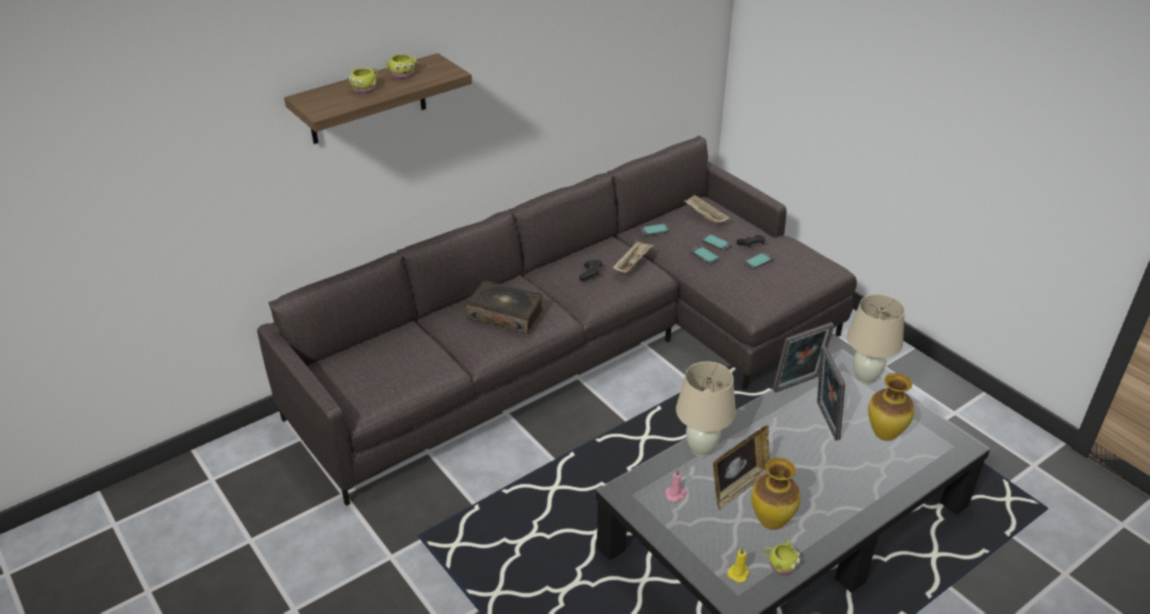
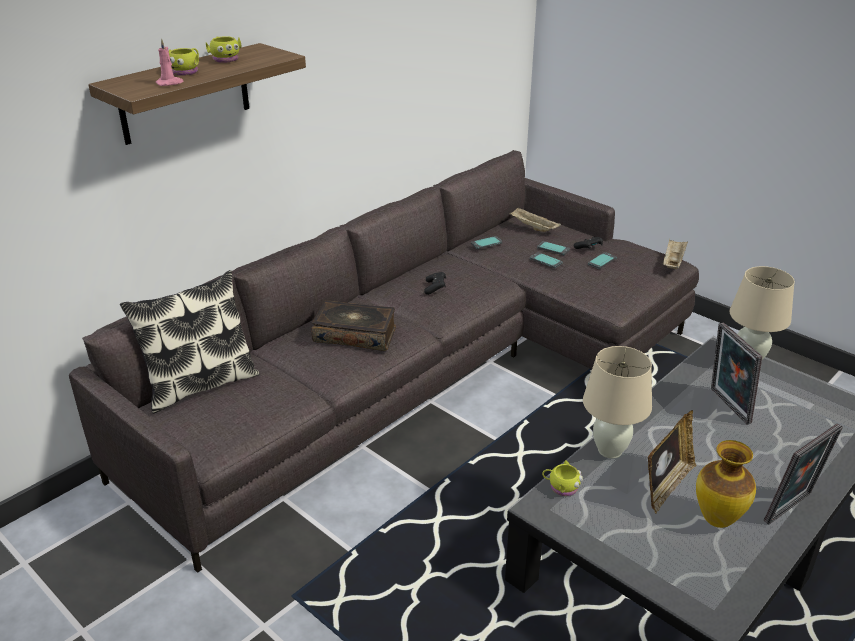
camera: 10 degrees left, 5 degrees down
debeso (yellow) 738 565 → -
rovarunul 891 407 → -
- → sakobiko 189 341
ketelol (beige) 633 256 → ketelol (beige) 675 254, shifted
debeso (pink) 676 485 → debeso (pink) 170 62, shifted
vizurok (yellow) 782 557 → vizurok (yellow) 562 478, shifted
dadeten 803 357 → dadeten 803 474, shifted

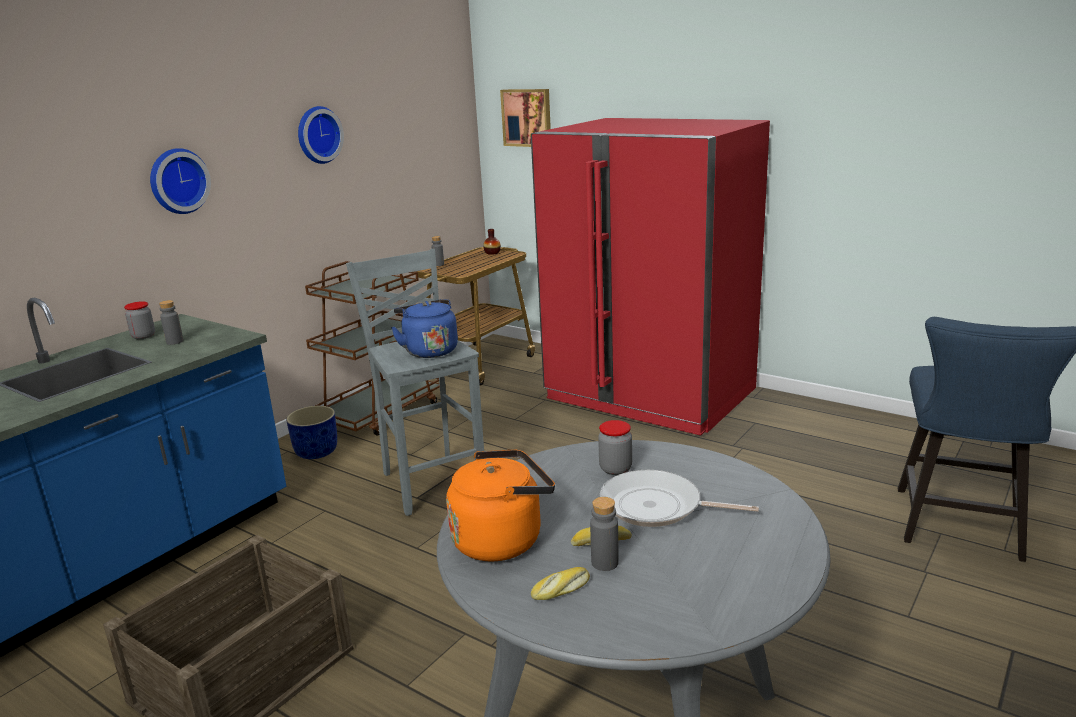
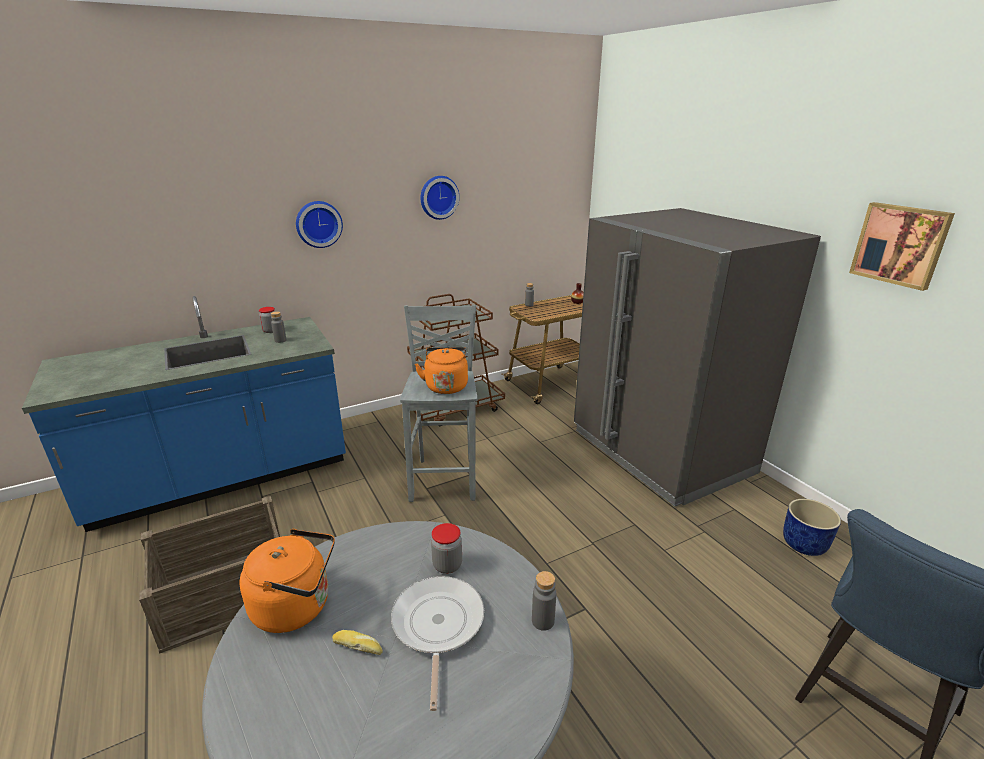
camera: 25 degrees right, 5 degrees up
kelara 560 583 → -
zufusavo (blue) 311 432 → zufusavo (blue) 812 527, shifted
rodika 525 118 → rodika 902 246, shifted
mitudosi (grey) 604 534 → mitudosi (grey) 544 601, shifted
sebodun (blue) 424 328 → sebodun (orange) 441 370
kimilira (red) 650 277 → kimilira (grey) 697 357
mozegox 679 498 → mozegox 437 643, 45 degrees clockwise

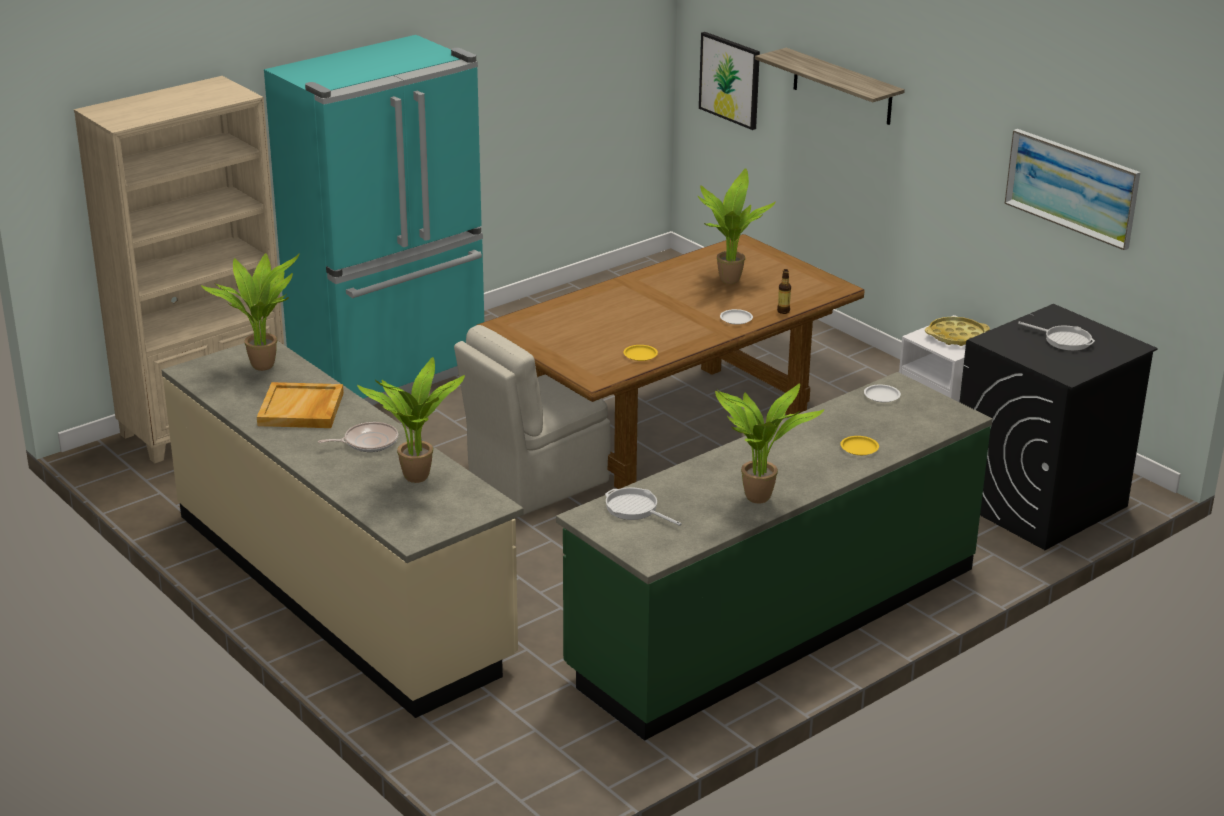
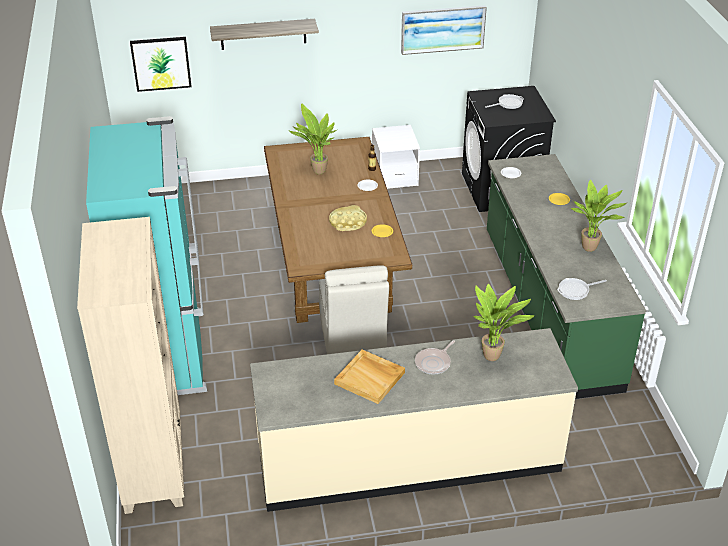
camera: 60 degrees left, 10 degrees up
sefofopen 250 312 → -
ketelol (yellow) 957 331 → ketelol (yellow) 348 218, shifted
mozegox 358 437 → mozegox 435 357, 150 degrees counterclockwise

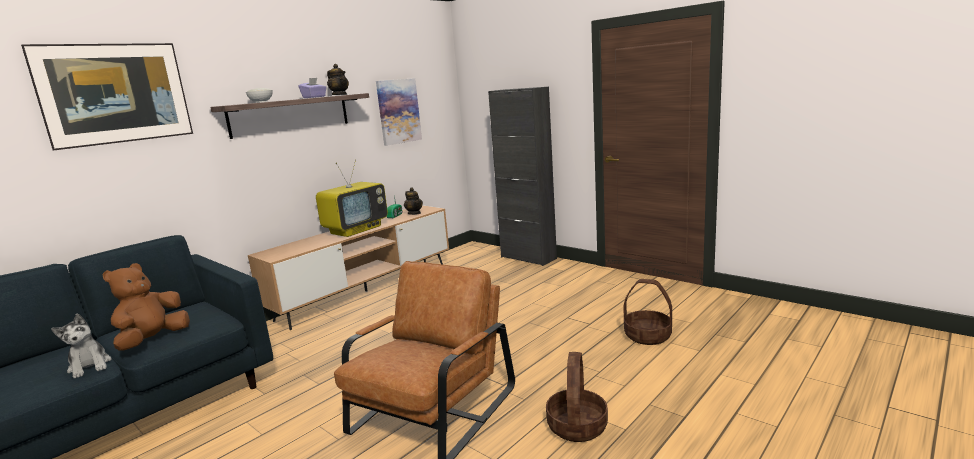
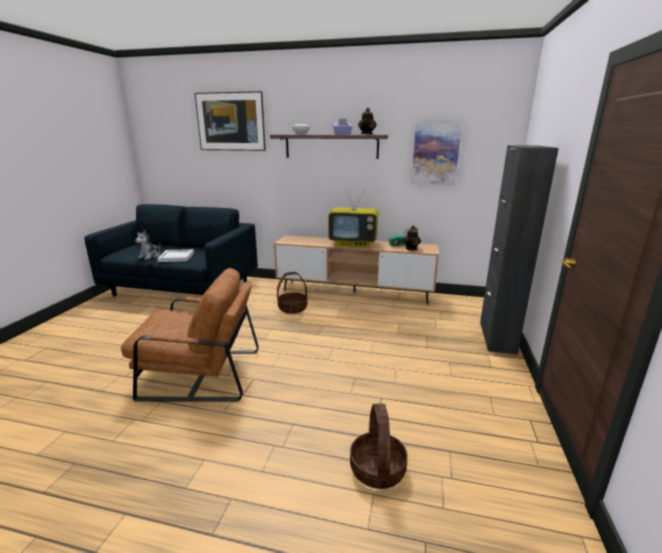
camera: 60 degrees right, 5 degrees up
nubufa 577 397 → nubufa 292 293, shifted
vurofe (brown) 146 307 → ketelol (white) 175 255

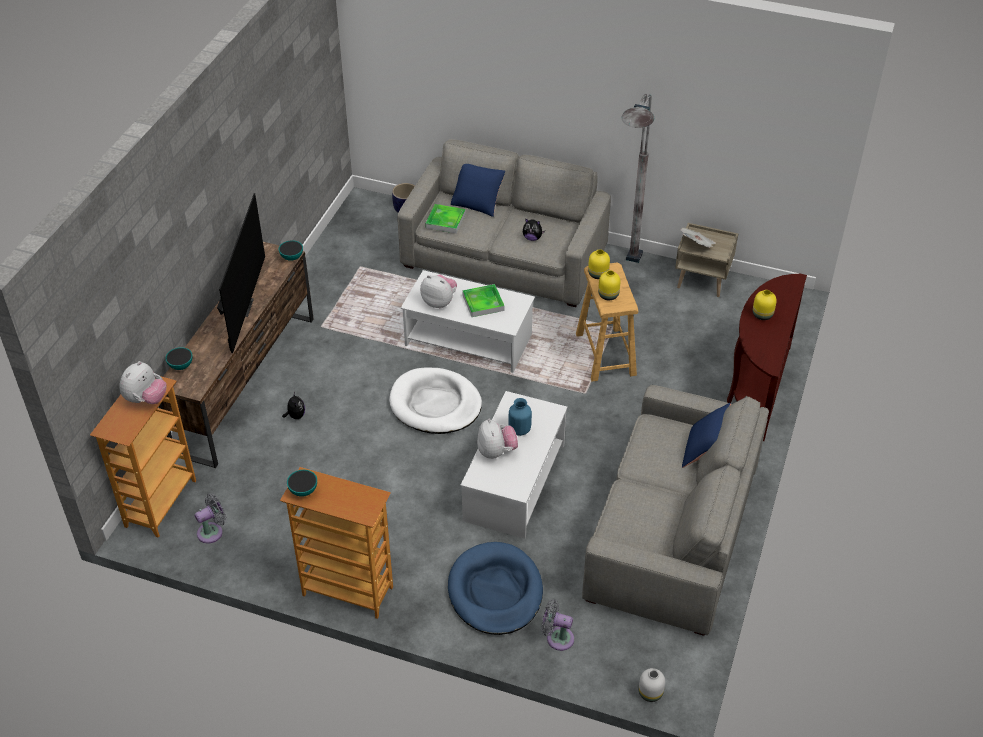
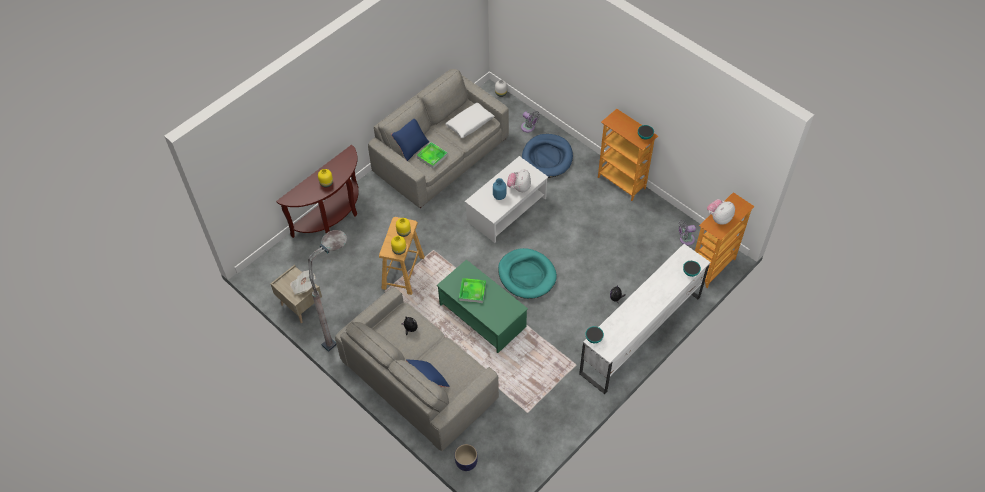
camera: 155 degrees left, 10 degrees up
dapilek 241 273 → -
vurofe 438 291 → -
- → sakobiko (white) 469 120
ketelol 445 219 → ketelol 432 155, shifted
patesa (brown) 236 355 → patesa (white) 644 319
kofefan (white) 435 401 → kofefan (turquoise) 527 273
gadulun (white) 468 321 → gadulun (green) 482 306

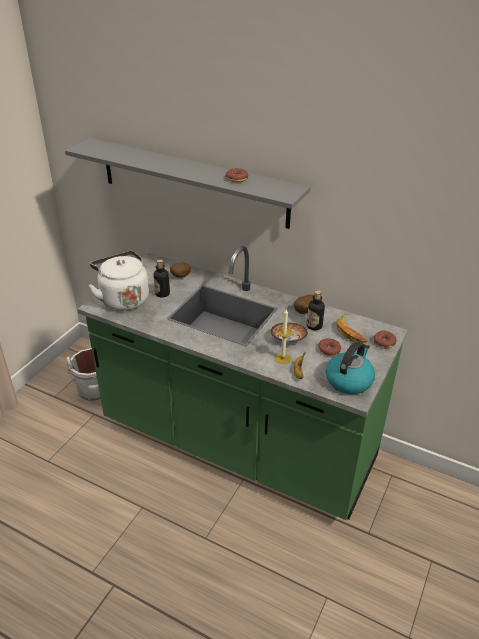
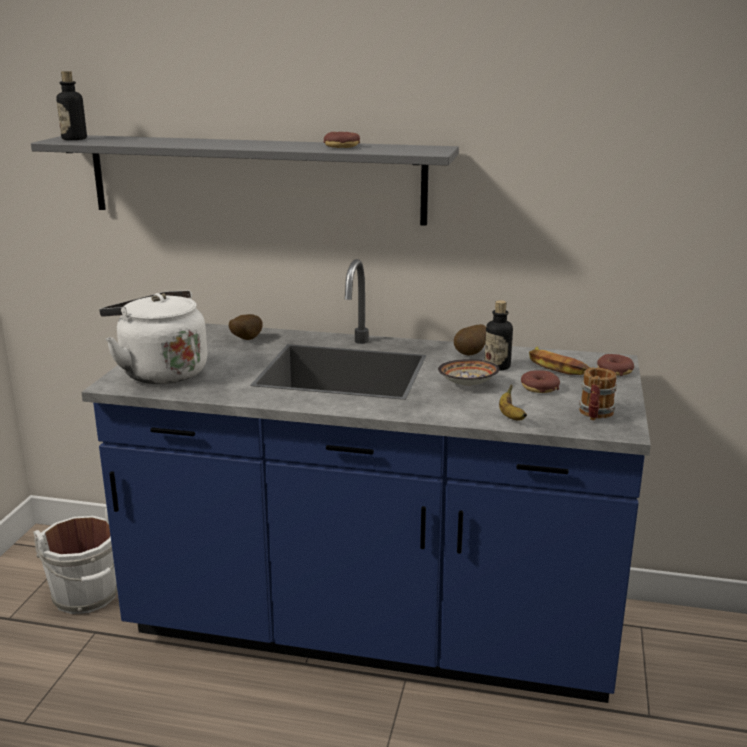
camera: 15 degrees left, 15 degrees down
debeso 283 336 → -
mitudosi 161 278 → mitudosi 71 105, shifted
sebodun 350 367 → vizurok 598 394
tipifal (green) 242 383 → tipifal (blue) 366 481

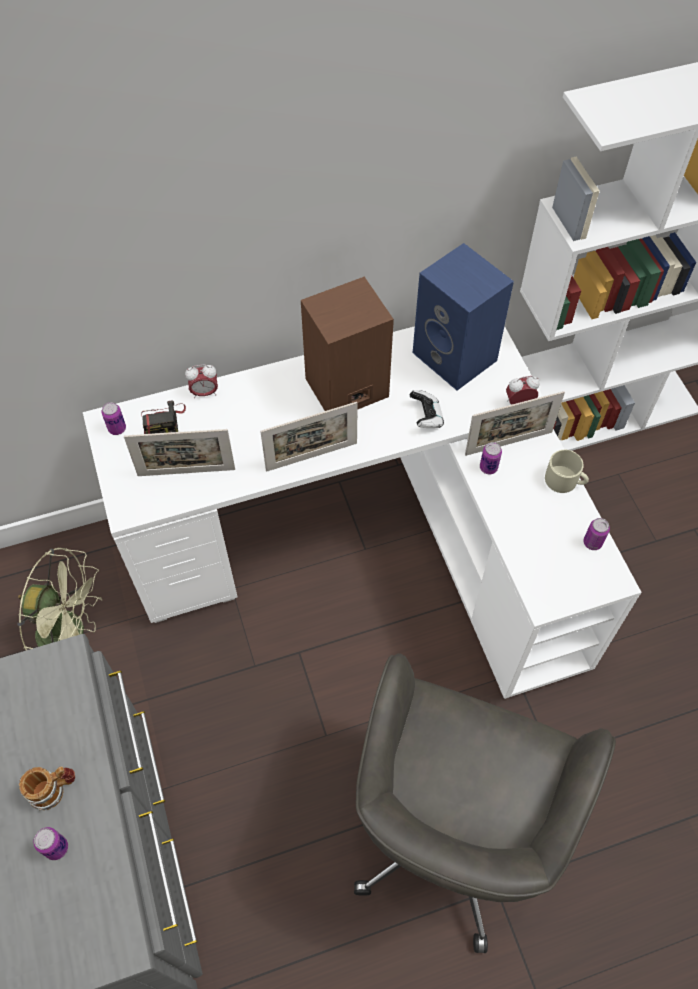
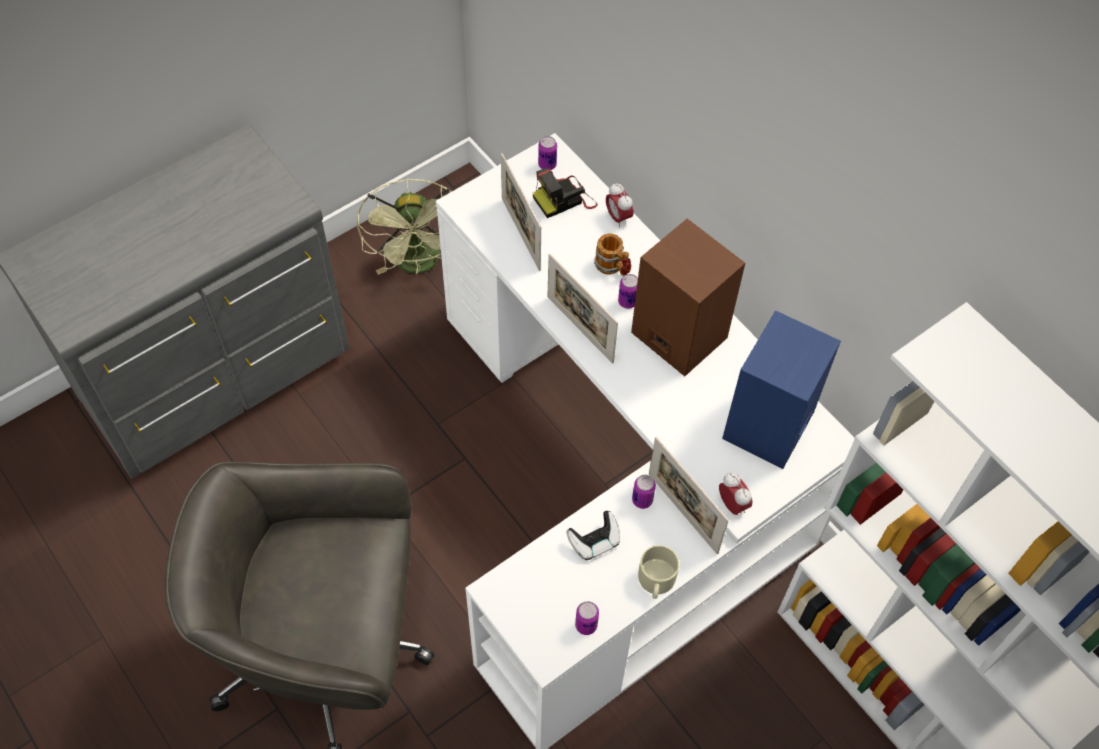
camera: 70 degrees right, 0 degrees up
vizurok 47 788 → vizurok 613 254, shifted
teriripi 50 843 → teriripi 628 291, shifted
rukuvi 427 409 → rukuvi 593 535, shifted

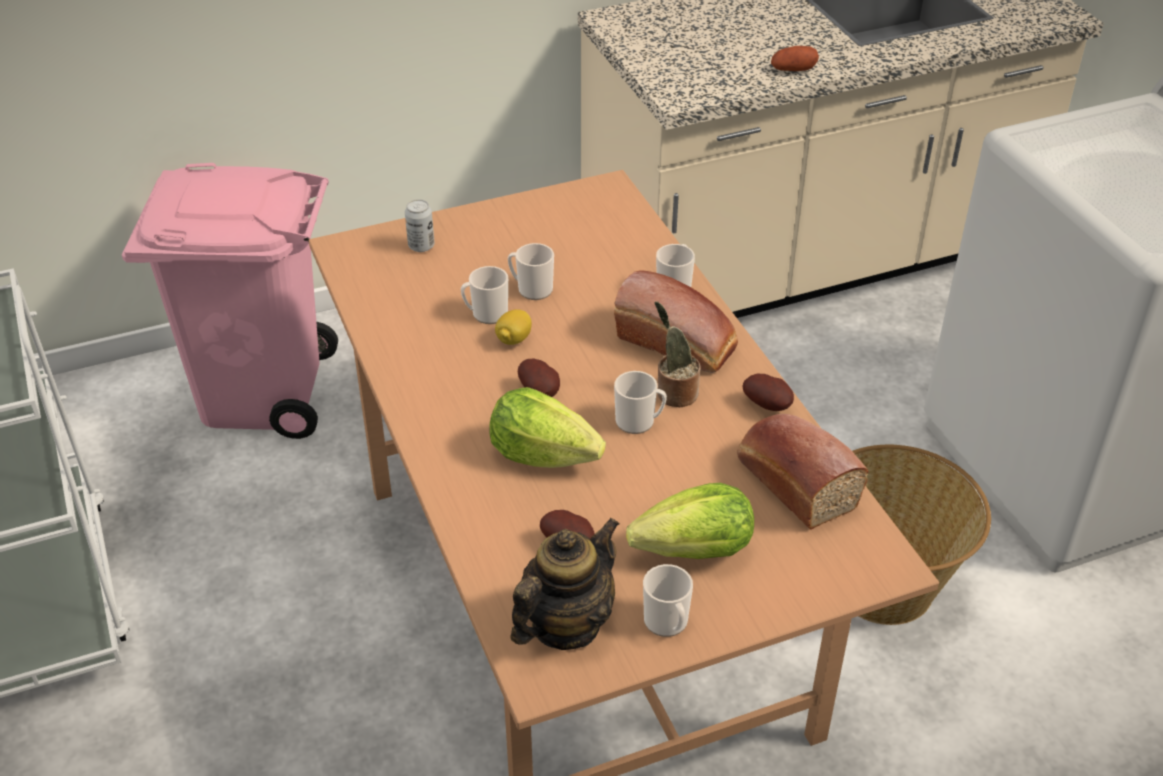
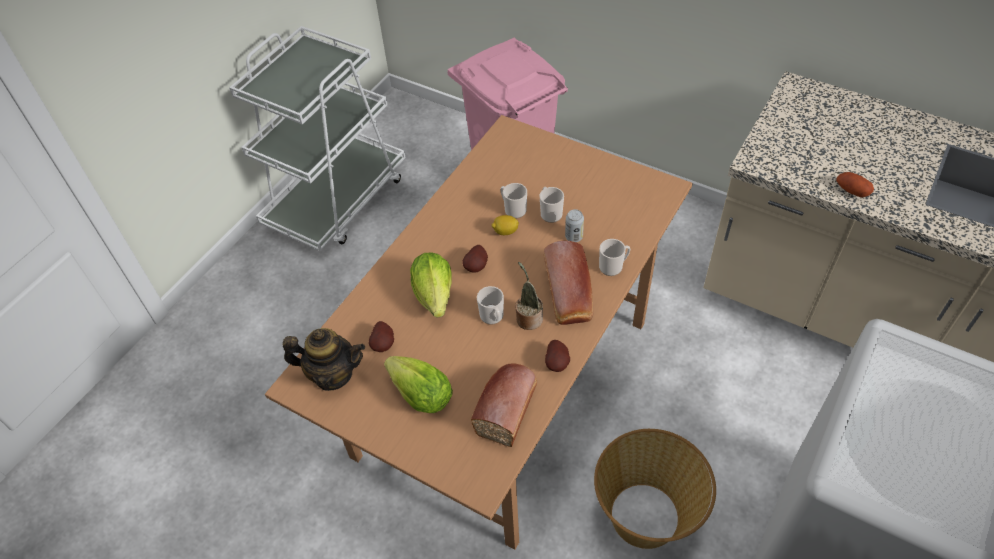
camera: 55 degrees right, 10 degrees up
vizurok 668 600 → -
teriripi 419 225 → teriripi 574 225, shifted

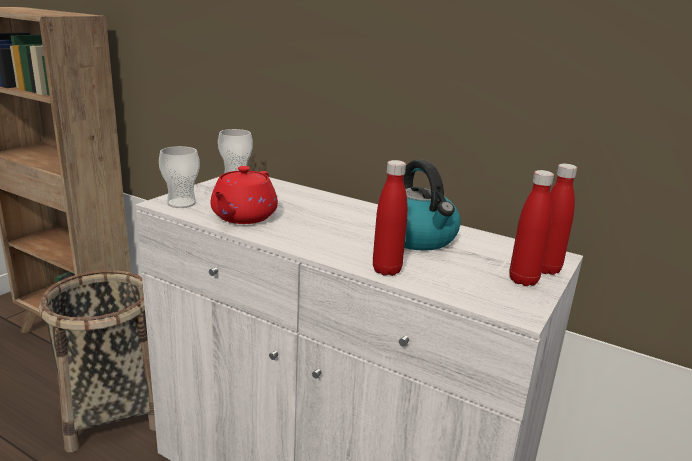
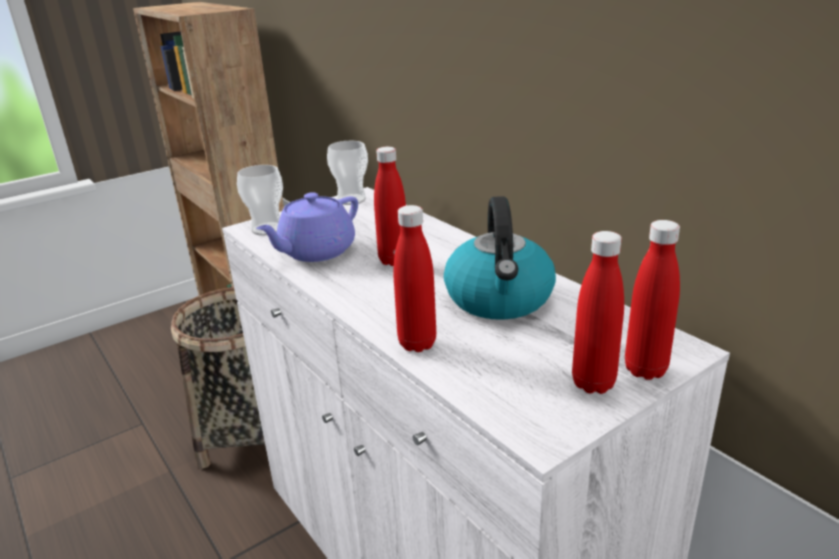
camera: 25 degrees right, 5 degrees up
- → mitudosi (red) 390 206
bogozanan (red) 244 195 → bogozanan (purple) 307 227

